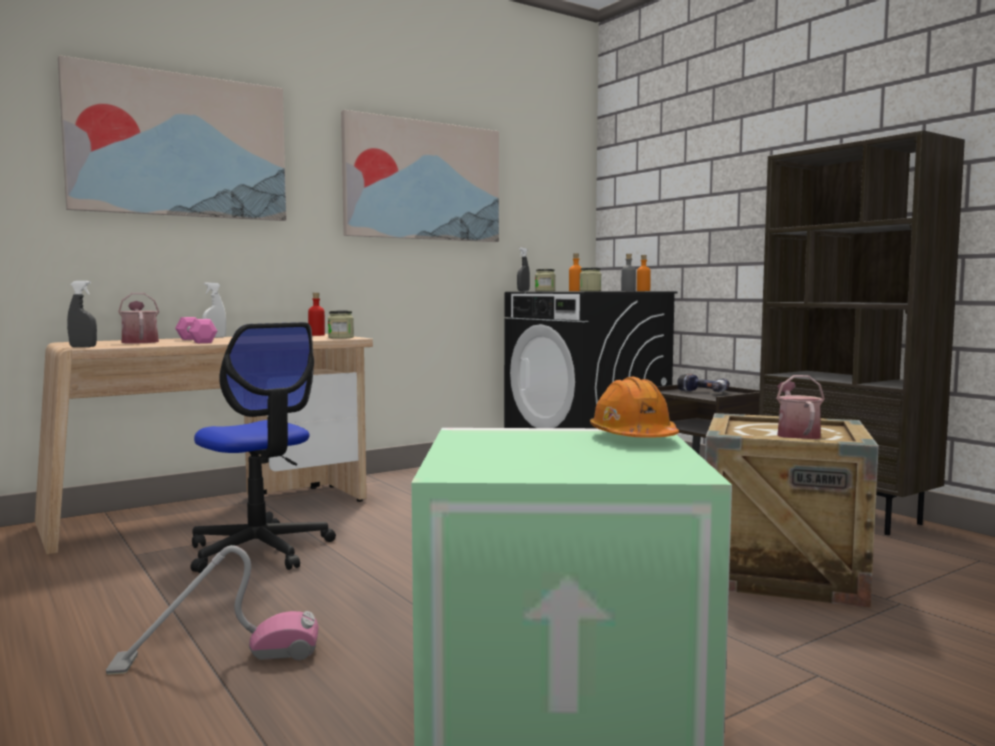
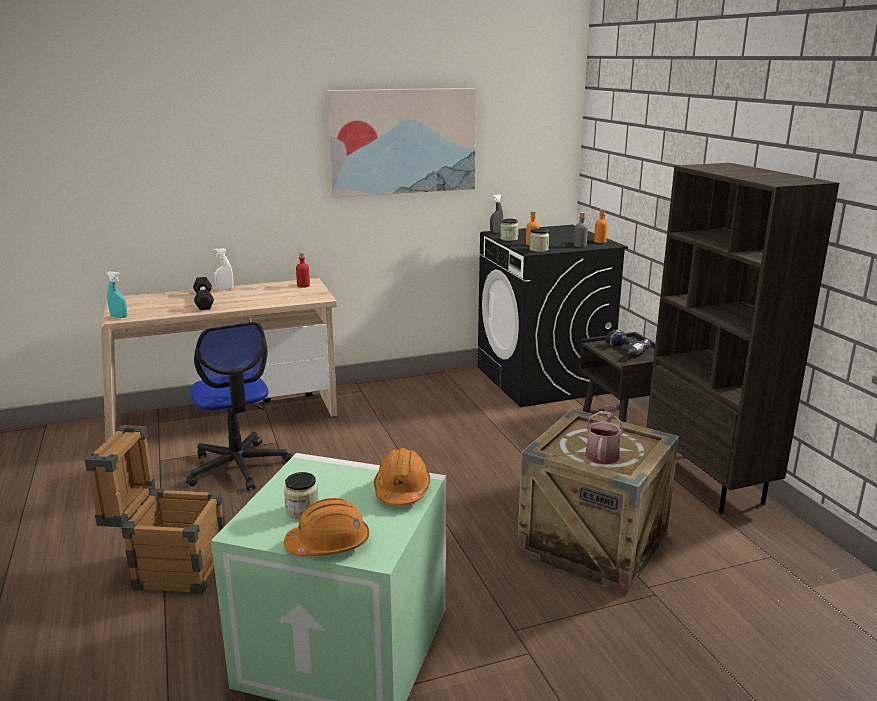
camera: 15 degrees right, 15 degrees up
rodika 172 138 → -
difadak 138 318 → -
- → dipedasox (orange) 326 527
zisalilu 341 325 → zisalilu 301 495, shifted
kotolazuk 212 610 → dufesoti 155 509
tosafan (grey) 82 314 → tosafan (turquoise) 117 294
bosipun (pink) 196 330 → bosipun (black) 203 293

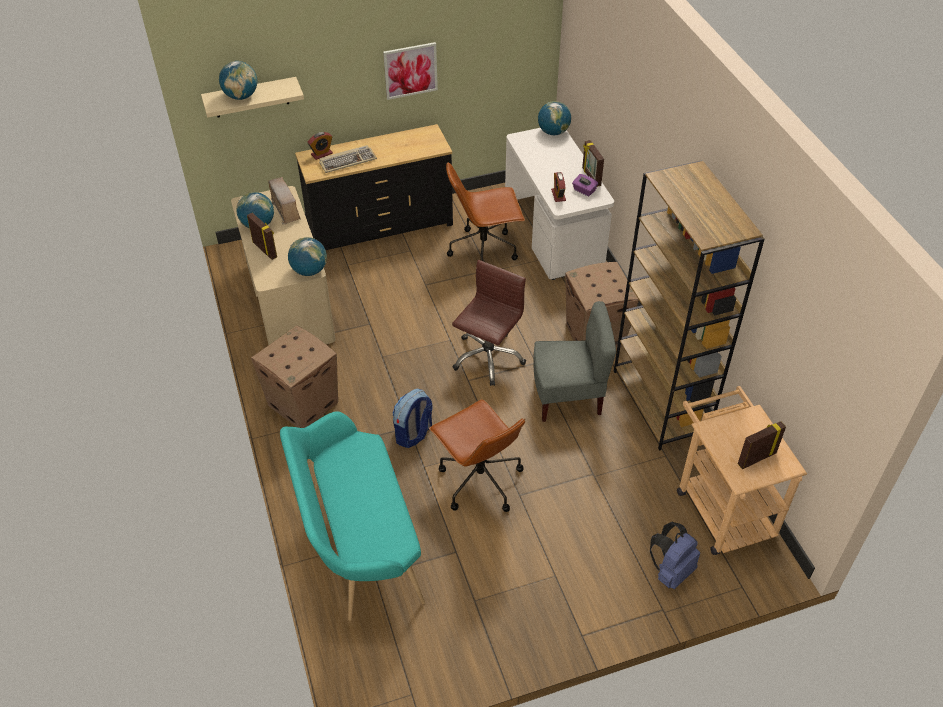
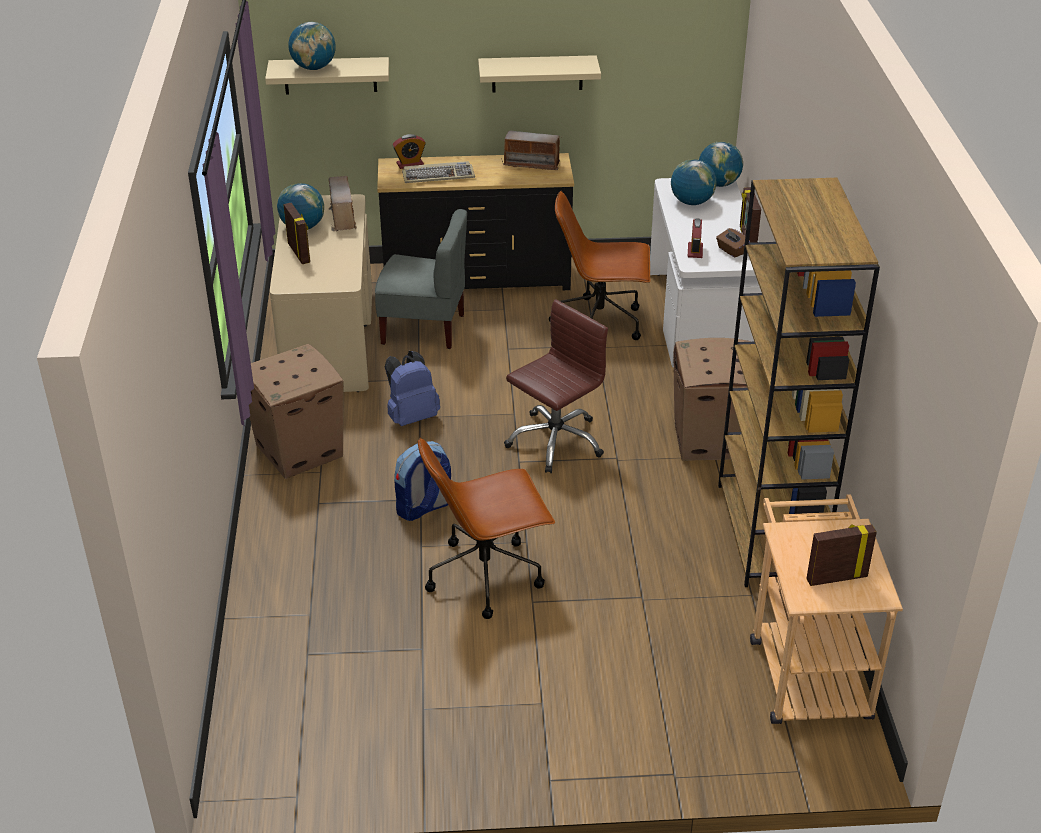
camera: 15 degrees right, 10 degrees down
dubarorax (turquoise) 352 516 → -
- → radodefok 531 150
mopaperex 307 256 → mopaperex 693 182, shifted
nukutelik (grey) 574 361 → nukutelik (grey) 421 279, shifted
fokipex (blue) 675 555 → fokipex (blue) 412 388, shifted
rodika 410 71 → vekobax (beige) 539 73
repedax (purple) 585 185 → repedax (brown) 733 242
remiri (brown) 477 455 → remiri (brown) 486 528, 90 degrees clockwise

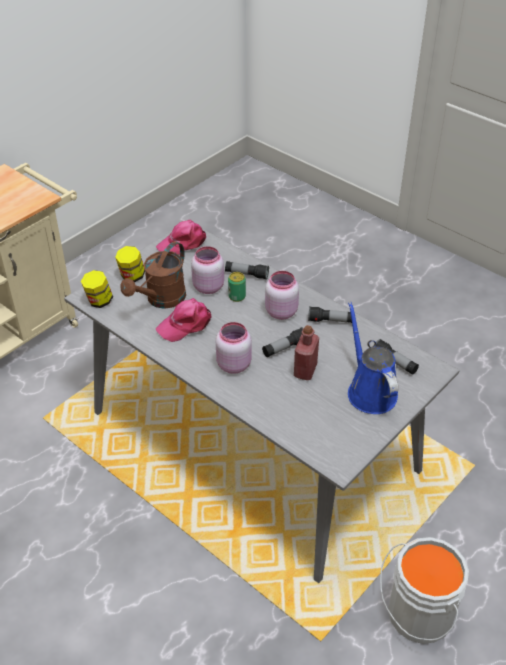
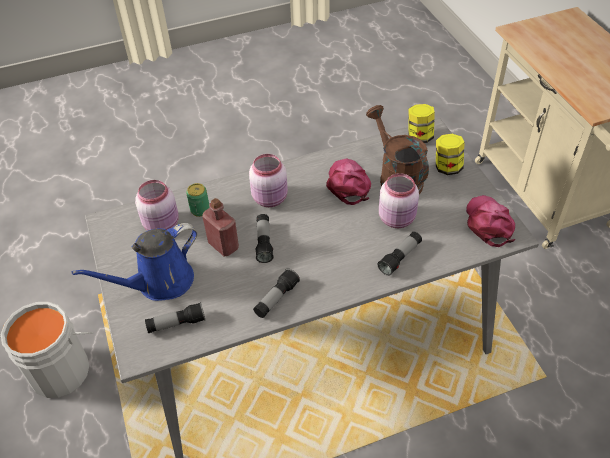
camera: 120 degrees right, 5 degrees up
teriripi 237 287 → teriripi 198 200, shifted
zisalilu (pink) 282 295 → zisalilu (pink) 157 205, shifted
difadak (blue) 373 358 → difadak (blue) 134 262, 135 degrees clockwise

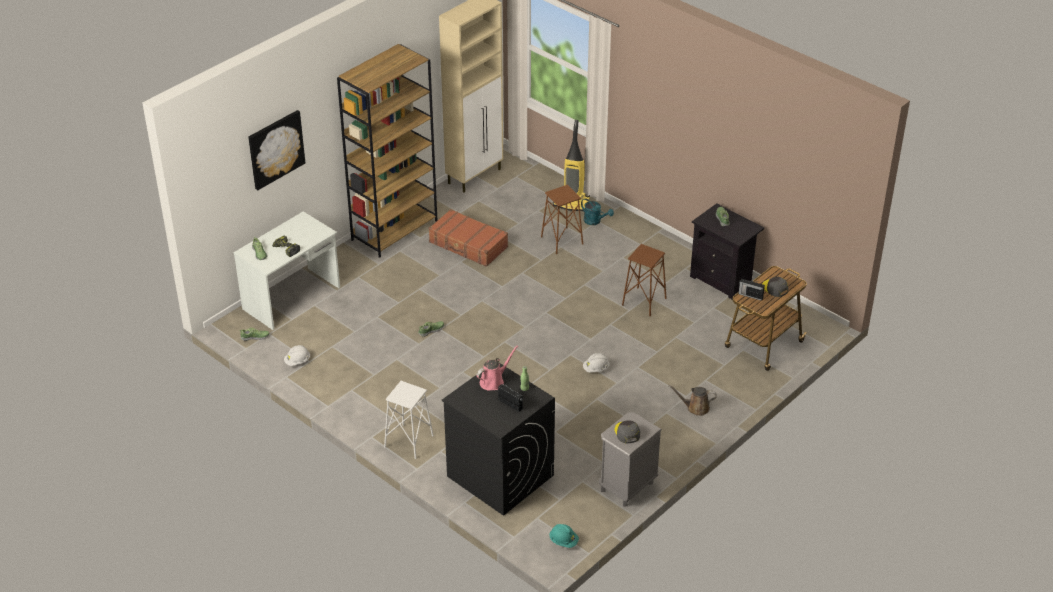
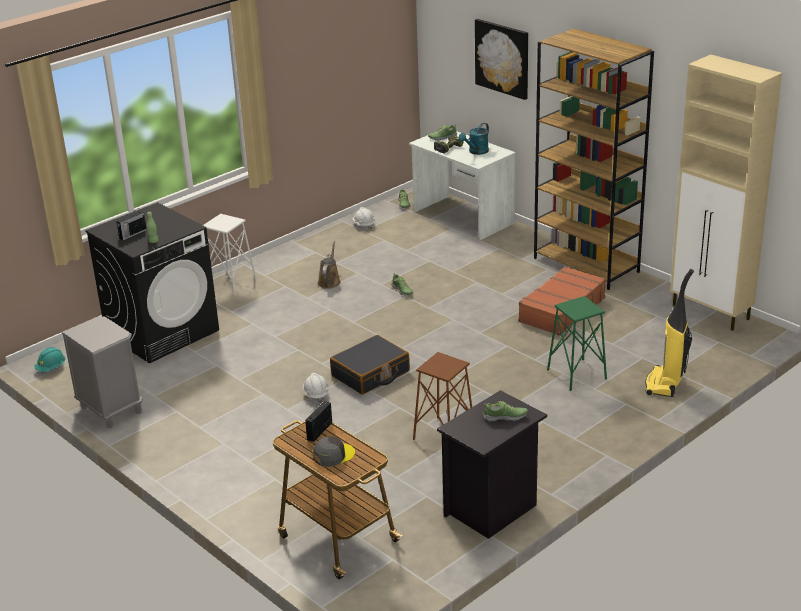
camera: 95 degrees right, 10 degrees down
difadak (pink) 497 368 → -
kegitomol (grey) 627 431 → -
- → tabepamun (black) 370 365
difadak (turquoise) 597 211 → difadak (turquoise) 474 139, shifted
difadak (brown) 692 400 → difadak (brown) 329 265, shifted
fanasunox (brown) 562 219 → fanasunox (green) 577 343

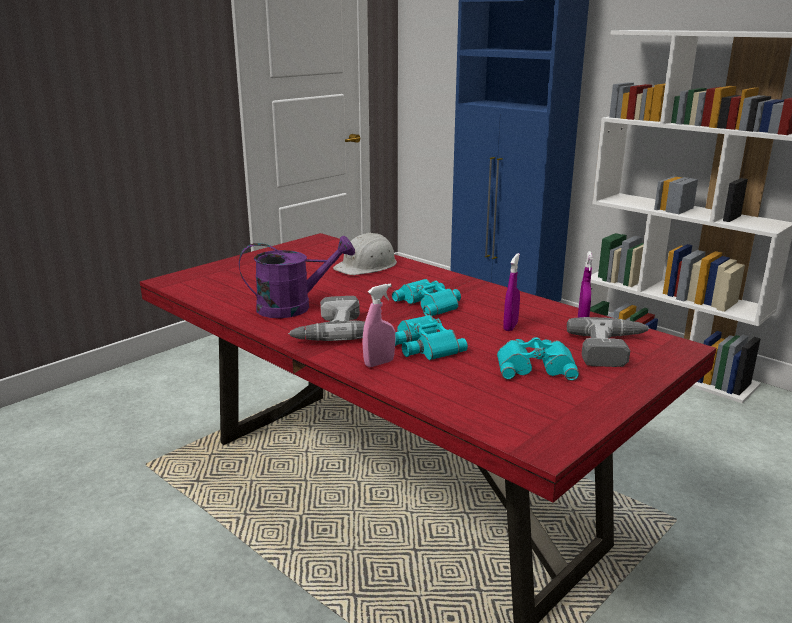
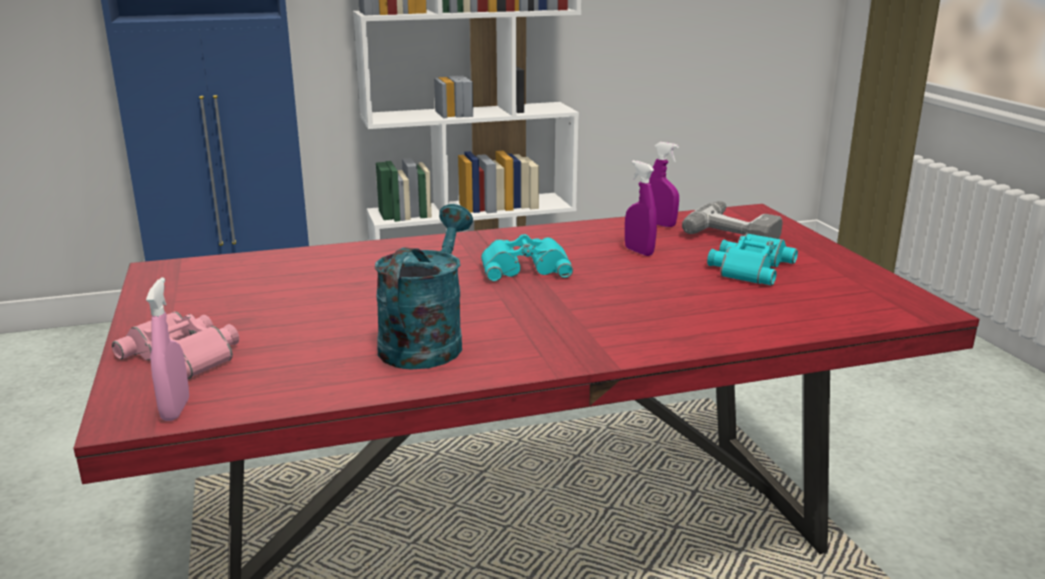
camera: 60 degrees left, 0 degrees up
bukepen 326 318 → -
dipedasox (white) 365 253 → -
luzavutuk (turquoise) 431 337 → -
- → luzavutuk (pink) 175 345
tosafan (pink) 379 325 → tosafan (pink) 167 349, shifted
difadak (purple) 297 277 → difadak (turquoise) 424 286

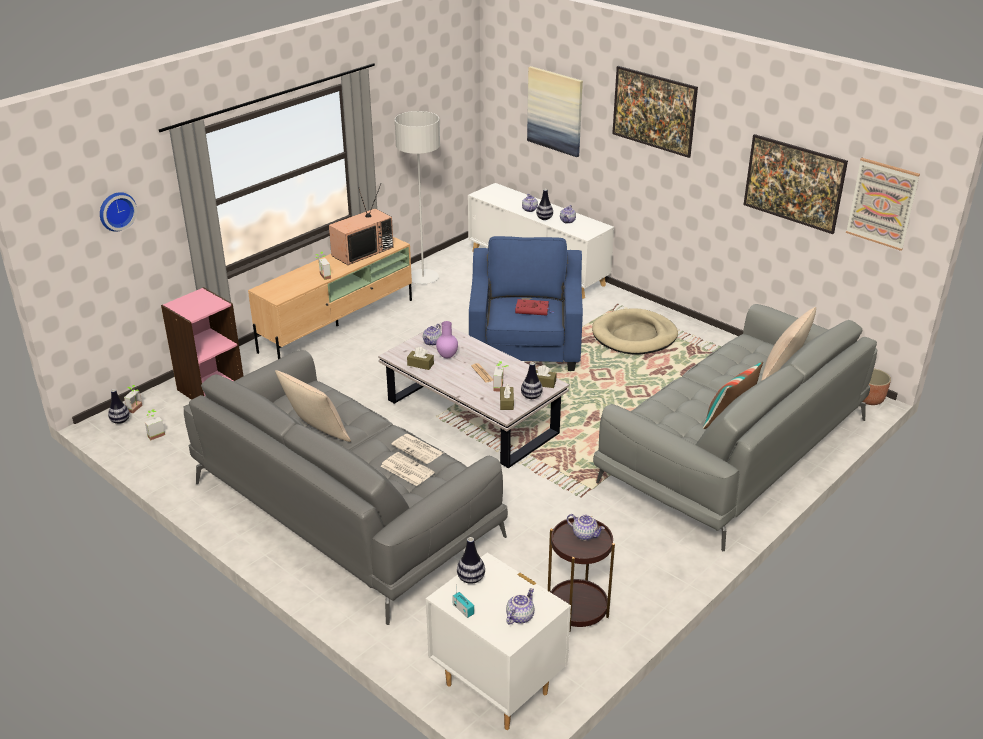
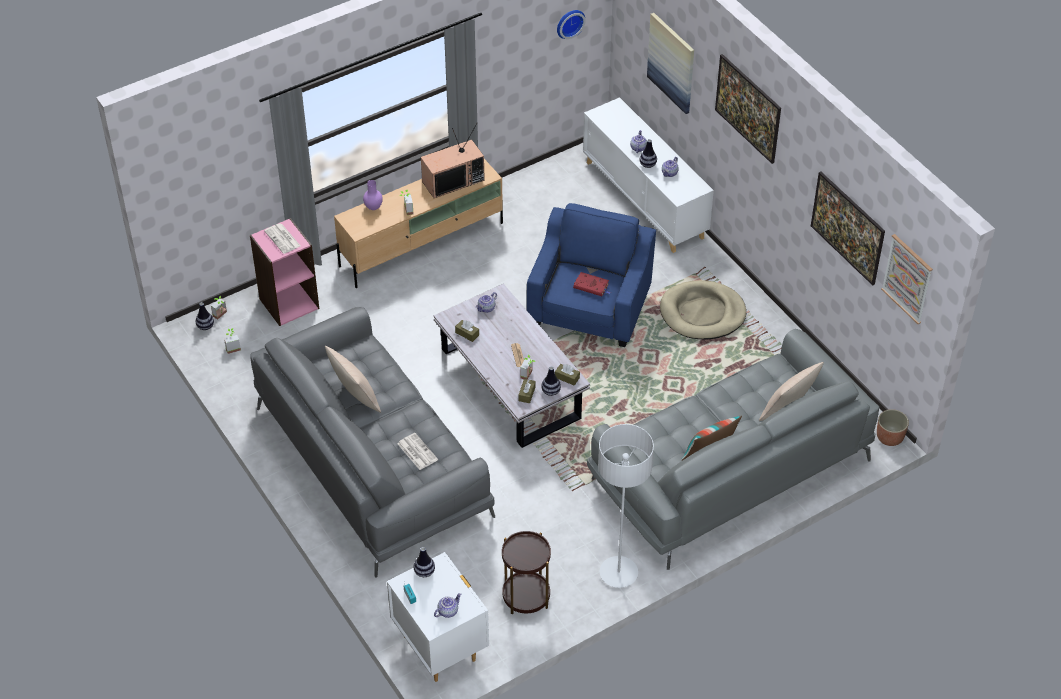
camera: 15 degrees right, 15 degrees up
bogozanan 586 527 → -
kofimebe 118 212 → kofimebe 571 24, shifted
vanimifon 417 449 → vanimifon 282 238, shifted
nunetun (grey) 417 197 → nunetun (grey) 626 506, shifted
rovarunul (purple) 447 339 → rovarunul (purple) 373 195, shifted

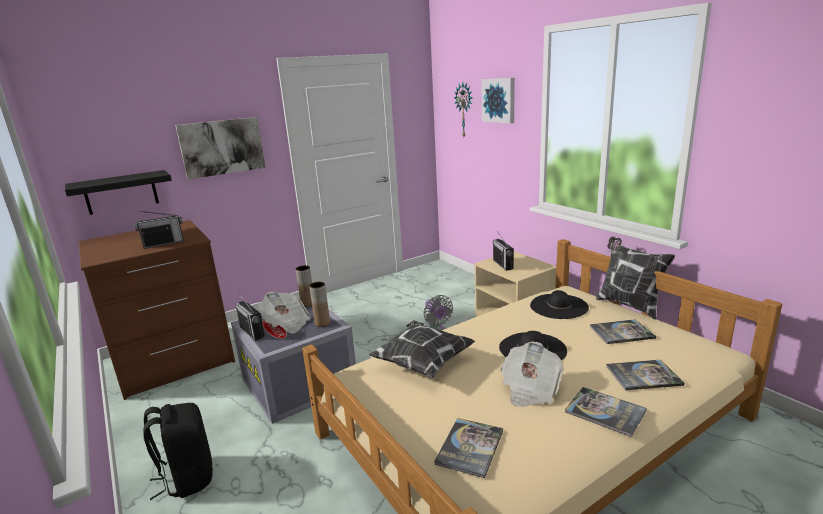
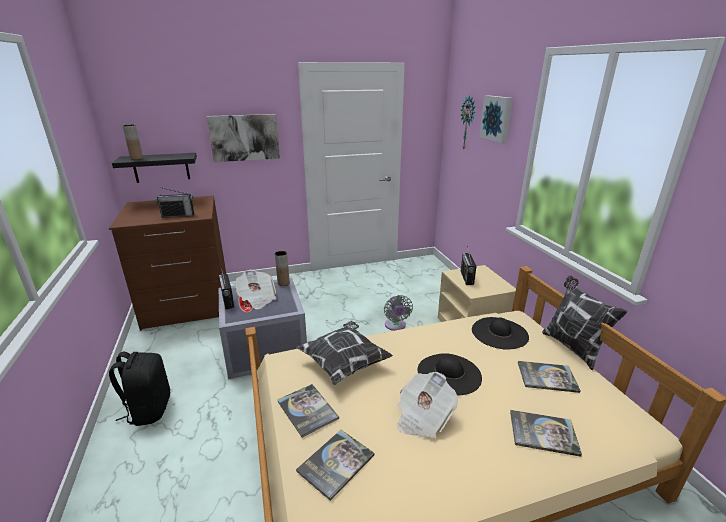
camera: 15 degrees right, 5 degrees up
rovarunul (brown) 319 304 → rovarunul (brown) 132 142, shifted
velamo 606 412 → velamo 308 411, shifted

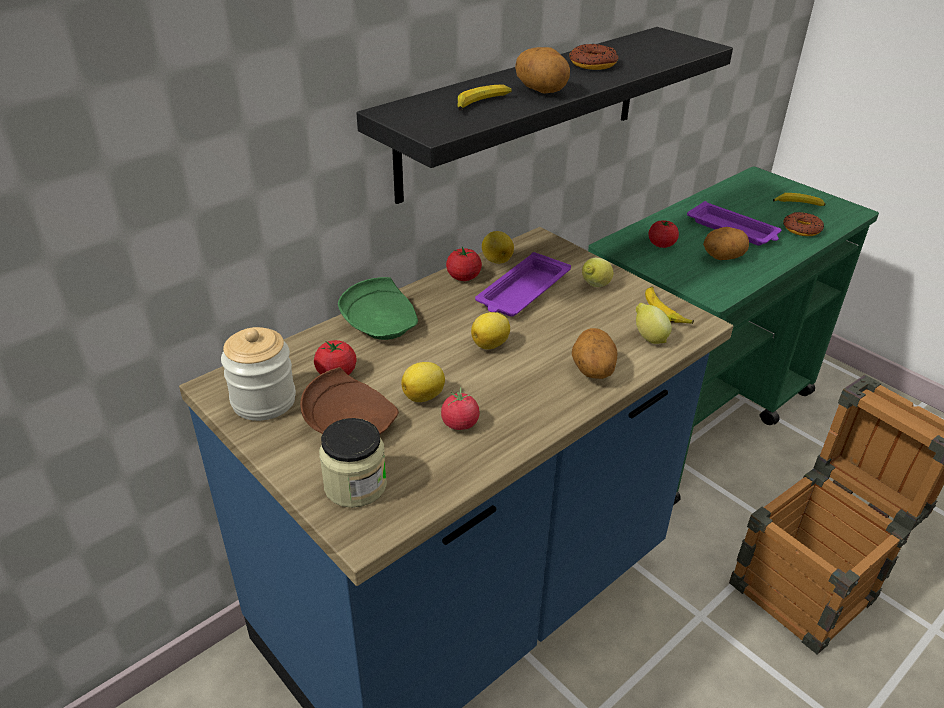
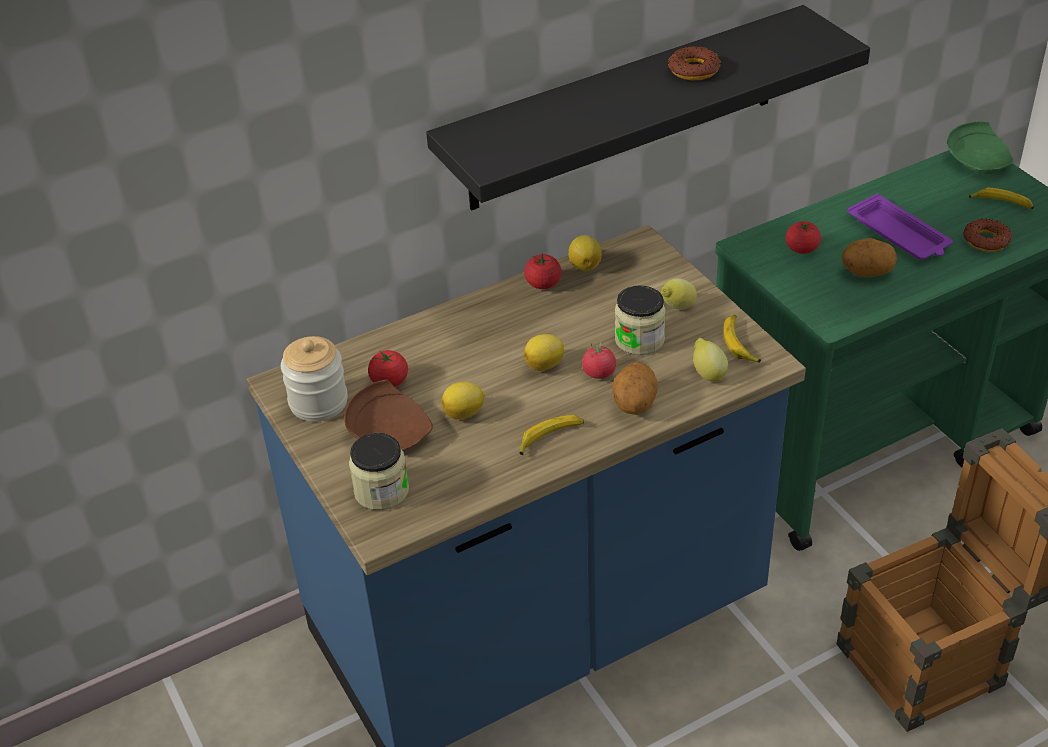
camera: 15 degrees right, 5 degrees up
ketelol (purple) 523 284 → -
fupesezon 542 70 → -
- → zisalilu 640 320
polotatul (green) 378 308 → polotatul (green) 980 147, shifted
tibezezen 460 408 → tibezezen 599 360, shifted
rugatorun 485 97 → rugatorun 551 435, shifted

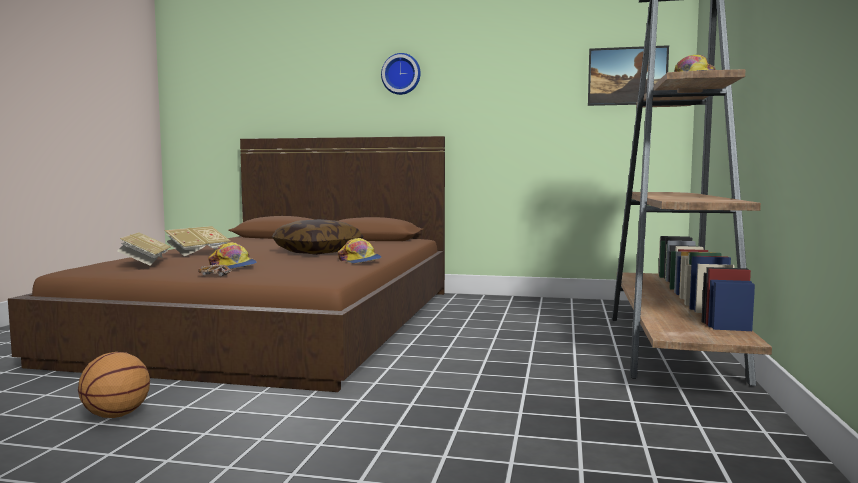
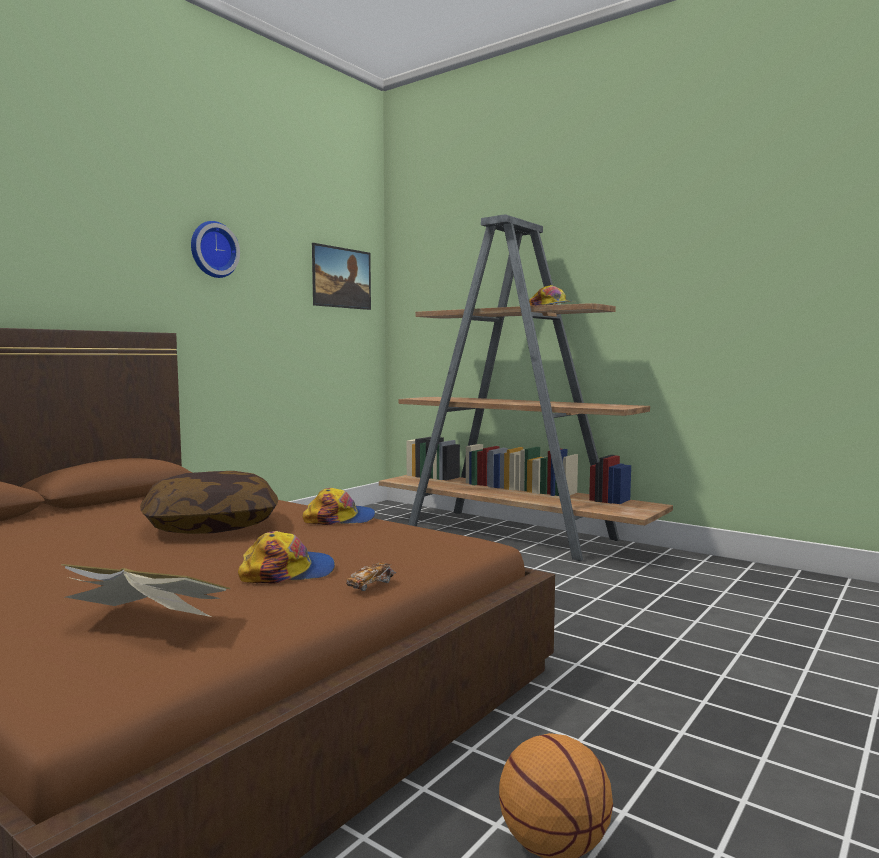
camera: 65 degrees left, 0 degrees up
velamo 197 241 → -
kofimebe 401 74 → kofimebe 215 249, shifted

